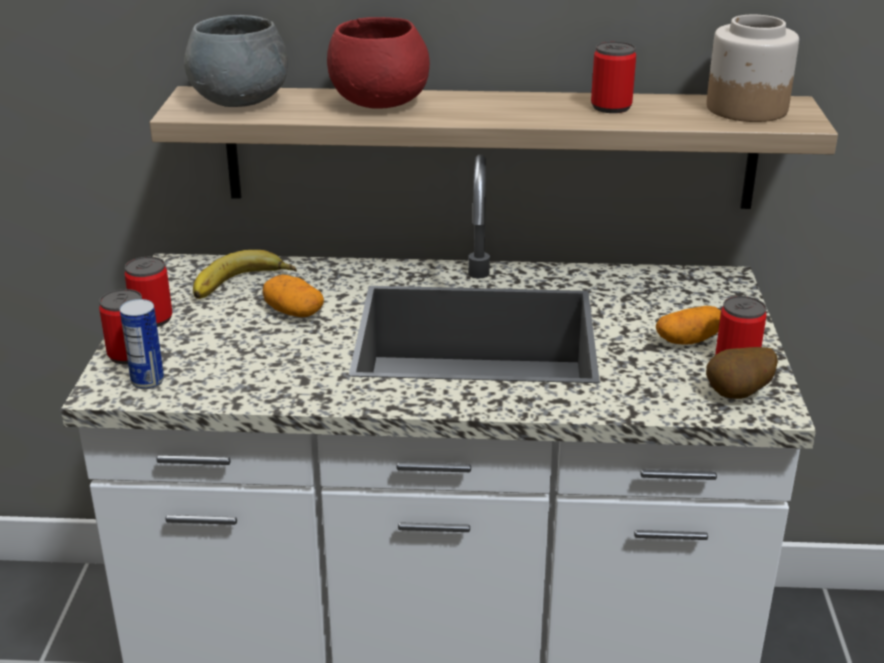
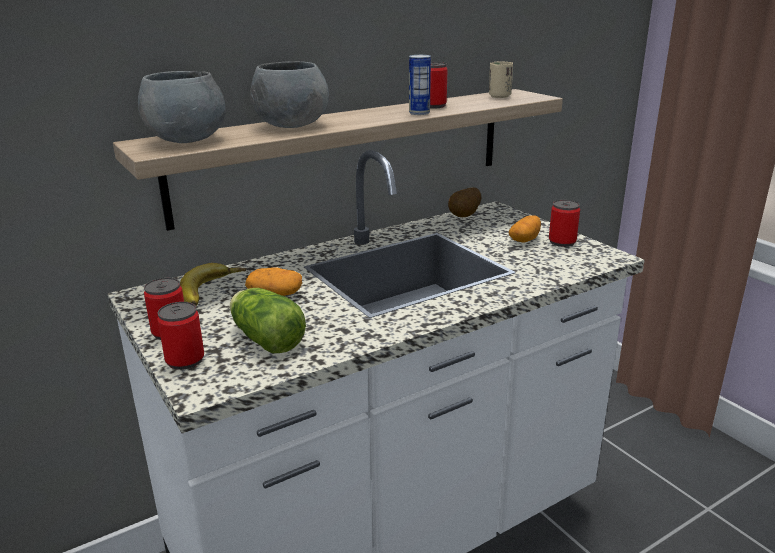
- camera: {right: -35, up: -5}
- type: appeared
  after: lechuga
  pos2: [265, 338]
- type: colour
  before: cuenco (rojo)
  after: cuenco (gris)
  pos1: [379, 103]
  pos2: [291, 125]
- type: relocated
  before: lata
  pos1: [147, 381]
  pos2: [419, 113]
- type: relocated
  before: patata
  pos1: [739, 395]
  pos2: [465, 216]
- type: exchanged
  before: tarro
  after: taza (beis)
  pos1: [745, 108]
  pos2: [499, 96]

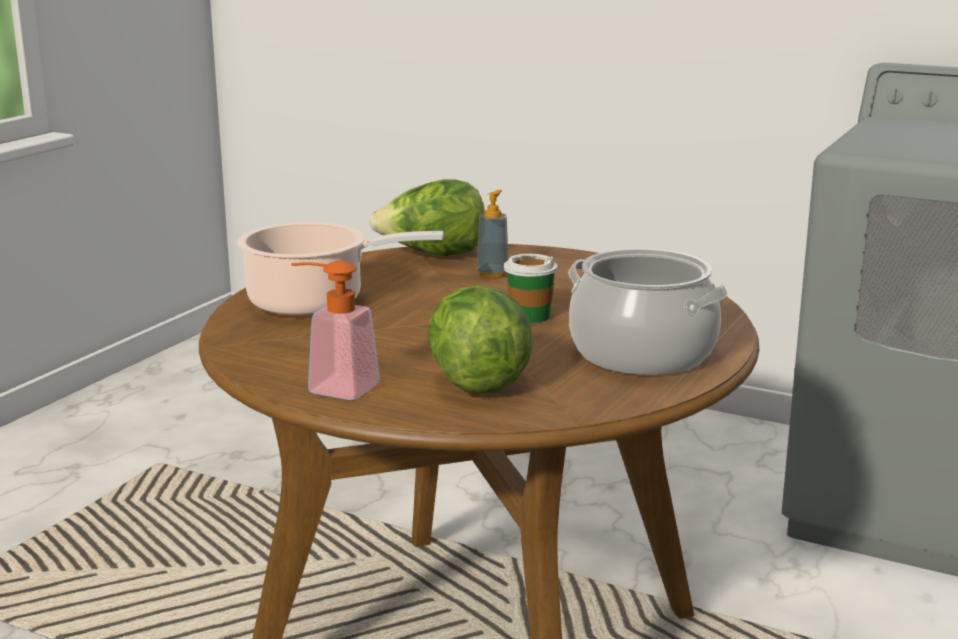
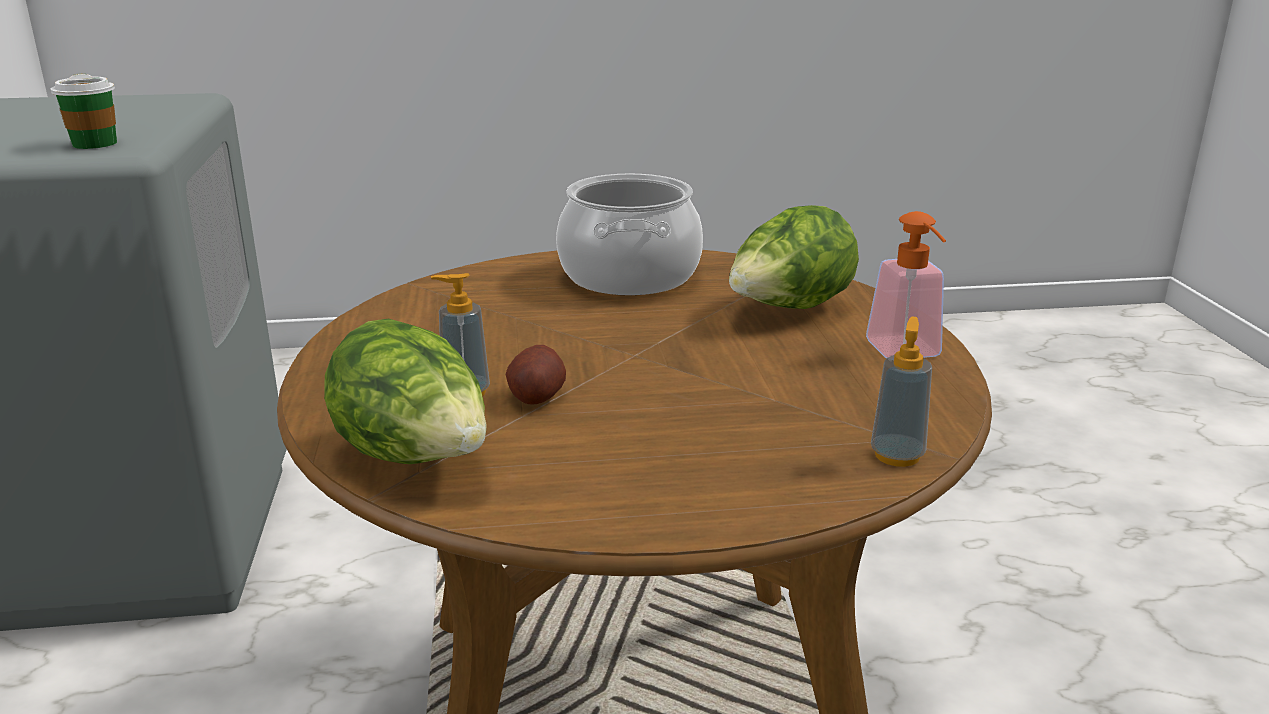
- camera: {right: -125, up: 5}
- type: relocated
  before: taza
  pos1: [529, 316]
  pos2: [94, 144]
- type: appeared
  after: patata
  pos2: [536, 396]
- type: appeared
  after: dispensador de jabón
  pos2: [897, 455]
- type: missing
  before: olla
  pos1: [314, 302]

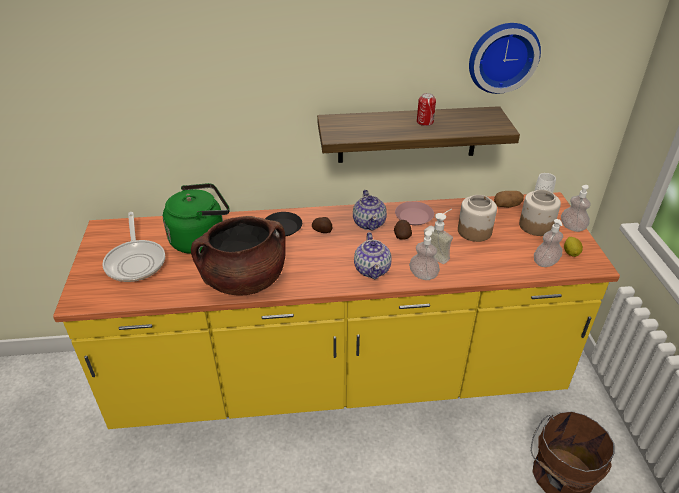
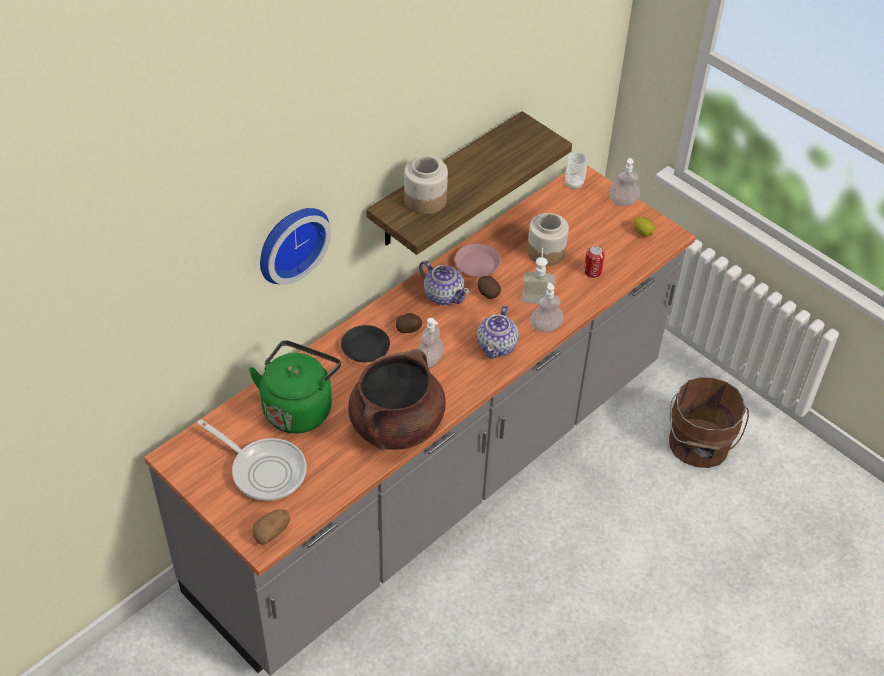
- camera: {right: -40, up: 10}
- type: colour
  before: mueble bajo de cocina (amarillo)
  after: mueble bajo de cocina (gris)
  pos1: [339, 378]
  pos2: [436, 477]
- type: relocated
  before: patata
  pos1: [507, 205]
  pos2: [272, 532]
- type: relocated
  before: reloj de pared
  pos1: [502, 56]
  pos2: [289, 242]
- type: relocated
  before: tarro
  pos1: [535, 226]
  pos2: [424, 200]
- type: relocated
  before: dispensador de jabón
  pos1: [545, 262]
  pos2: [429, 360]
- type: spun
  before: tetera
  pos1: [372, 269]
  pos2: [497, 346]
  turn: 60
- type: relocated
  before: lata
  pos1: [425, 122]
  pos2: [592, 271]

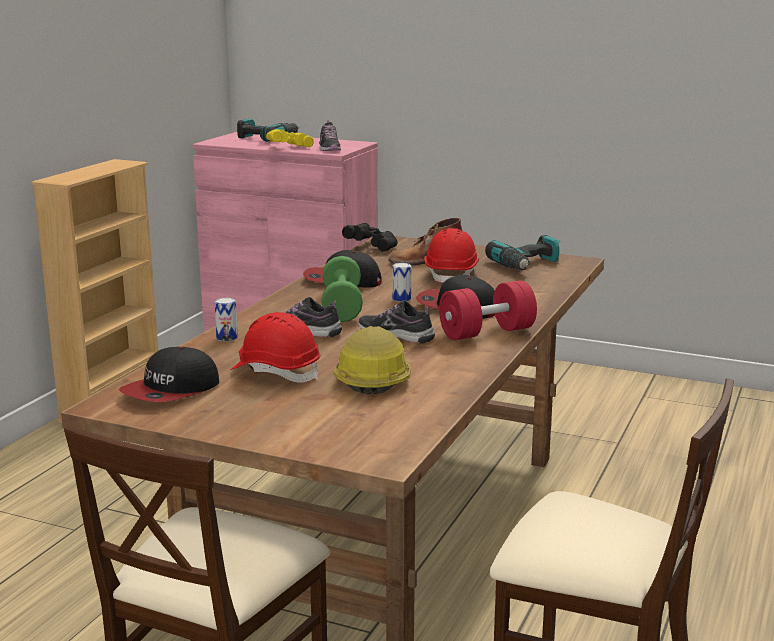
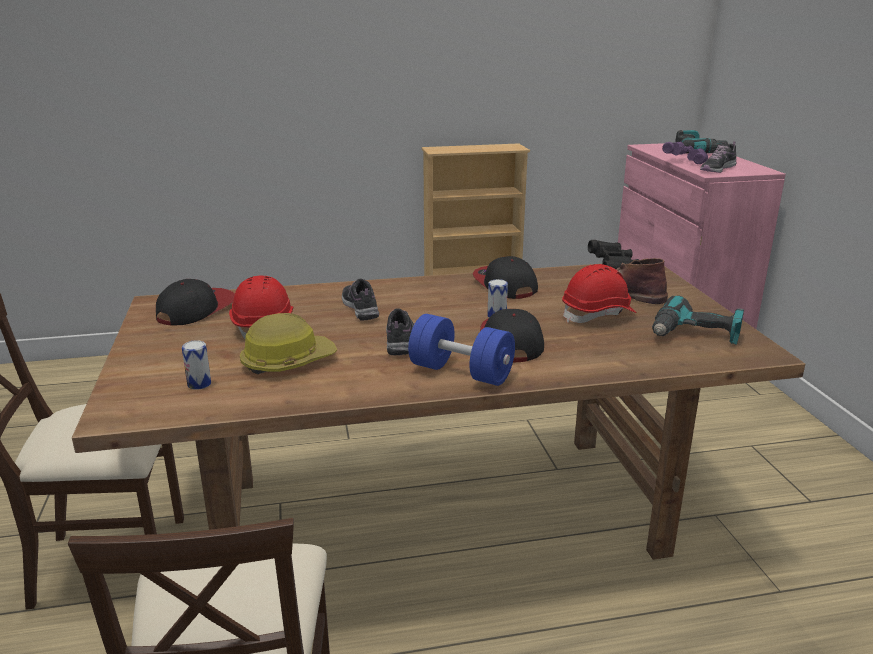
- camera: {right: 55, up: 5}
- type: spun
  before: gorra
  pos1: [171, 390]
  pos2: [196, 309]
  turn: 120
- type: relocated
  before: lata
  pos1: [227, 338]
  pos2: [199, 384]
- type: colour
  before: mancuerna (rojo)
  after: mancuerna (azul)
  pos1: [487, 332]
  pos2: [461, 372]
- type: colour
  before: prismáticos (amarillo)
  after: prismáticos (morado)
  pos1: [288, 147]
  pos2: [685, 161]
- type: missing
  before: mancuerna (verde)
  pos1: [342, 306]

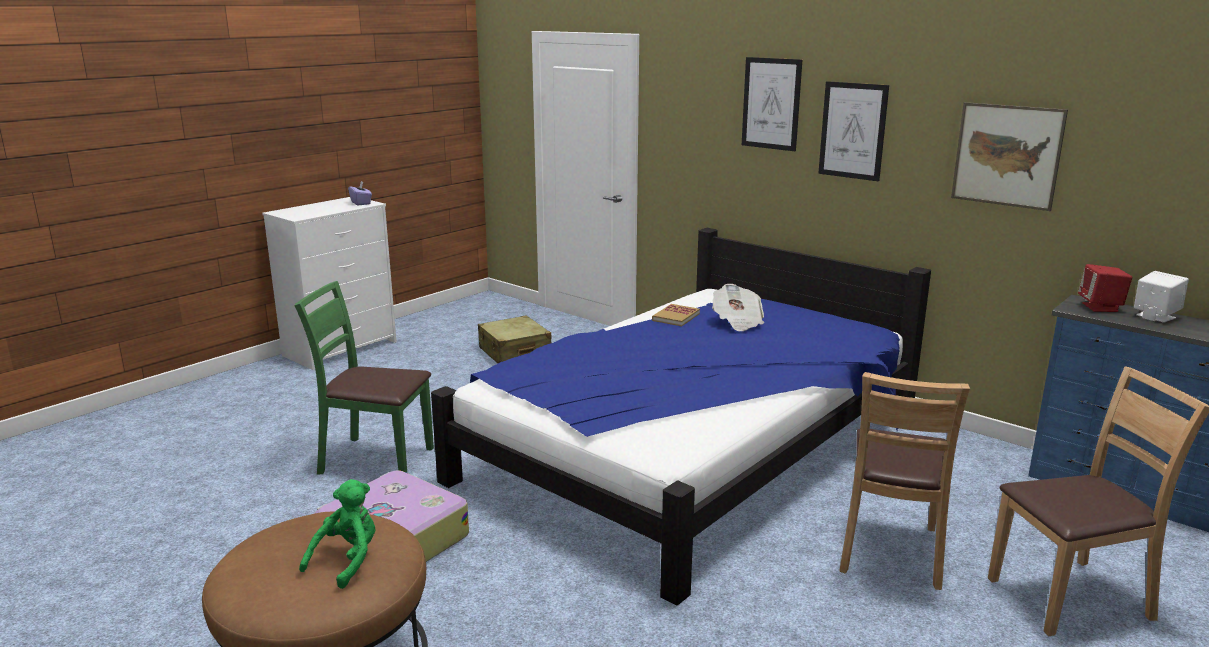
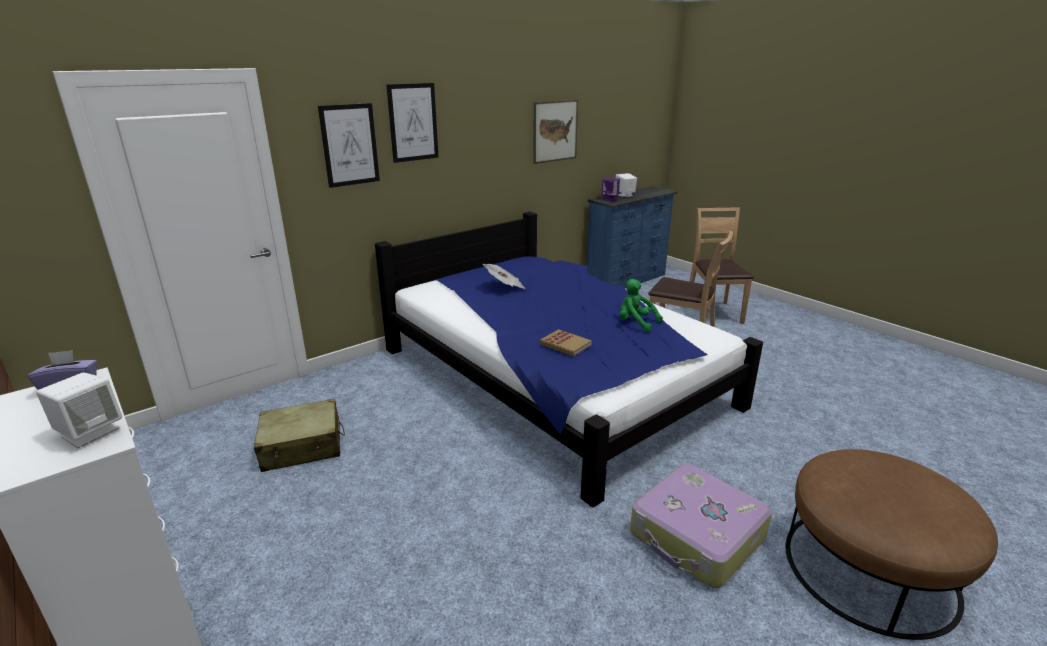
- camera: {right: -80, up: 5}
- type: appeared
  after: altavoz (blanco)
  pos2: [90, 432]
- type: relocated
  before: cuadro
  pos1: [853, 131]
  pos2: [350, 145]
- type: relocated
  before: libro
  pos1: [676, 317]
  pos2: [565, 344]
- type: colour
  before: altavoz (rojo)
  after: altavoz (morado)
  pos1: [1100, 307]
  pos2: [610, 198]
- type: relocated
  before: peluche (verde)
  pos1: [347, 561]
  pos2: [636, 323]
- type: missing
  before: silla (verde)
  pos1: [375, 460]

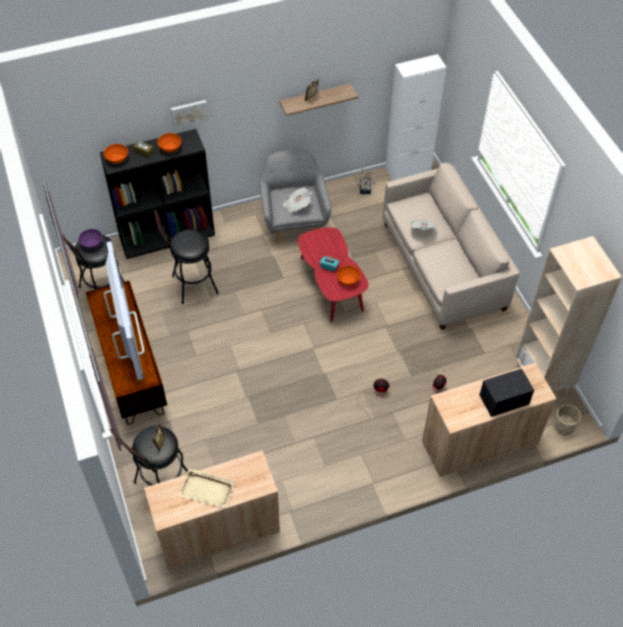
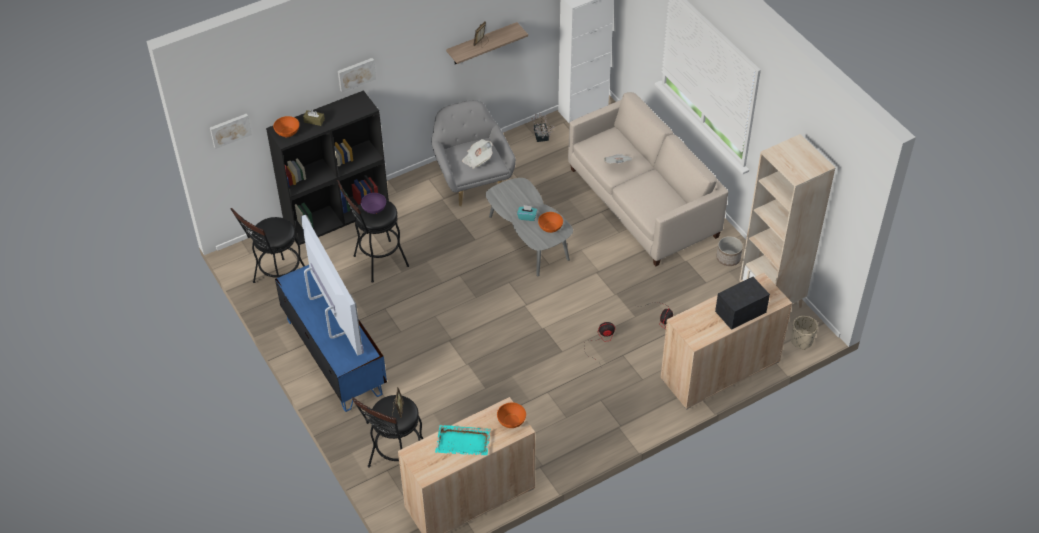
- camera: {right: -10, up: -5}
- type: appeared
  after: cuadro
  pos2: [230, 130]
- type: colour
  before: mueble de televisión (marrón)
  after: mueble de televisión (azul)
  pos1: [131, 369]
  pos2: [334, 356]
- type: relocated
  before: cuenco (morado)
  pos1: [92, 244]
  pos2: [374, 208]
- type: colour
  before: bandeja (beis)
  after: bandeja (turquesa)
  pos1: [207, 489]
  pos2: [463, 442]
- type: colour
  before: mesa de centro (rojo)
  after: mesa de centro (gris)
  pos1: [331, 285]
  pos2: [528, 239]
- type: relocated
  before: cuenco (naranja)
  pos1: [170, 148]
  pos2: [511, 420]
- type: appeared
  after: maceta
  pos2: [728, 258]

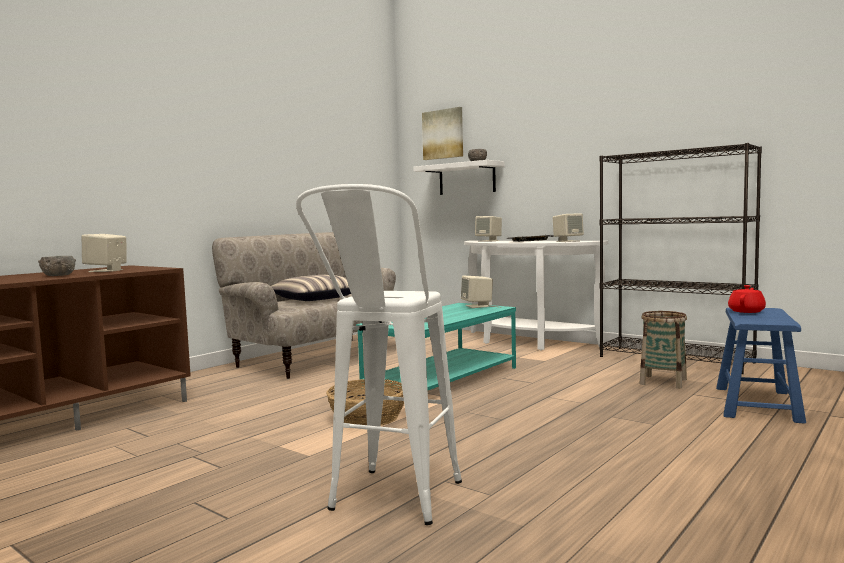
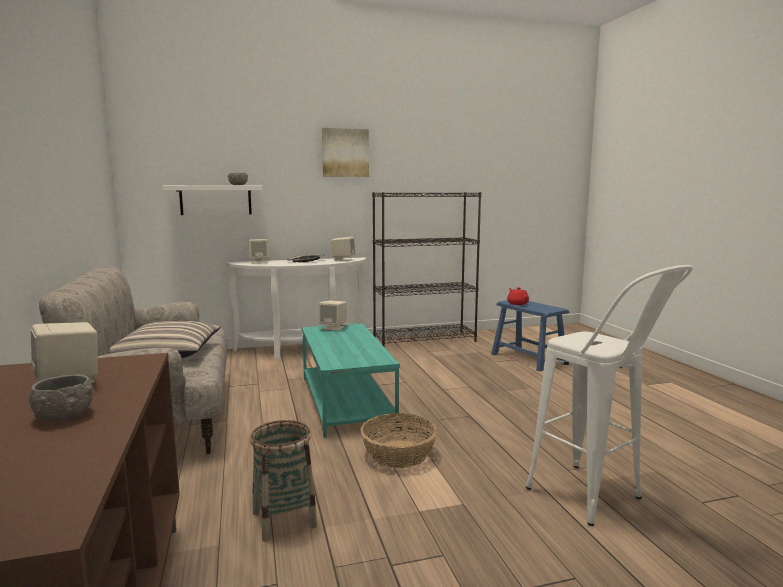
- camera: {right: -55, up: 5}
- type: relocated
  before: cesta
  pos1: [663, 382]
  pos2: [284, 519]
- type: relocated
  before: cuadro
  pos1: [443, 134]
  pos2: [345, 153]

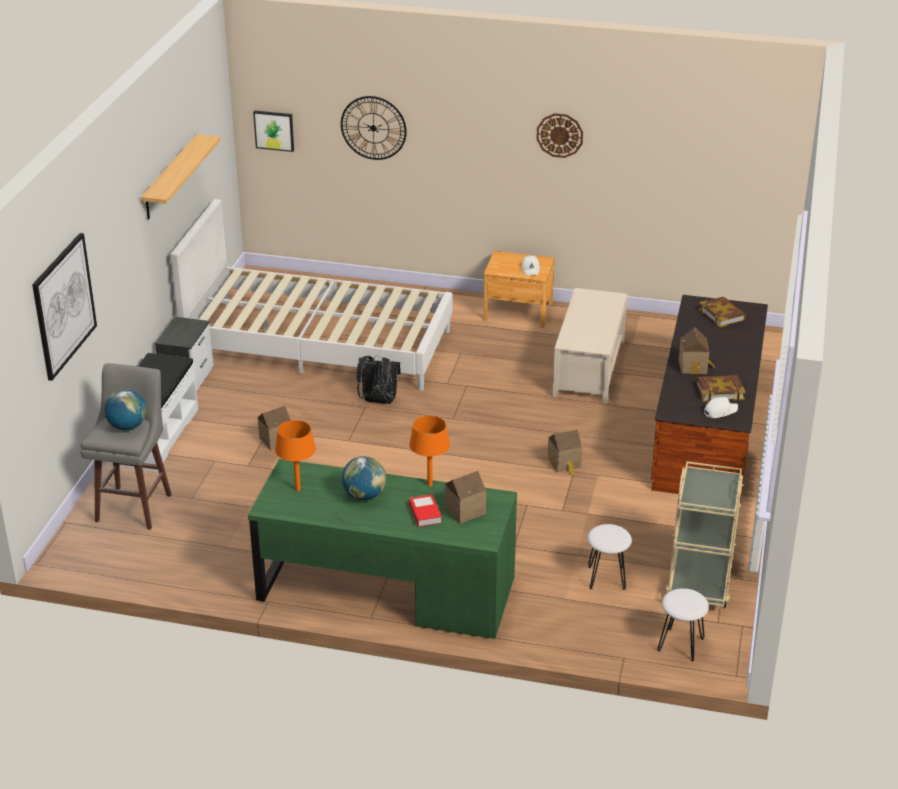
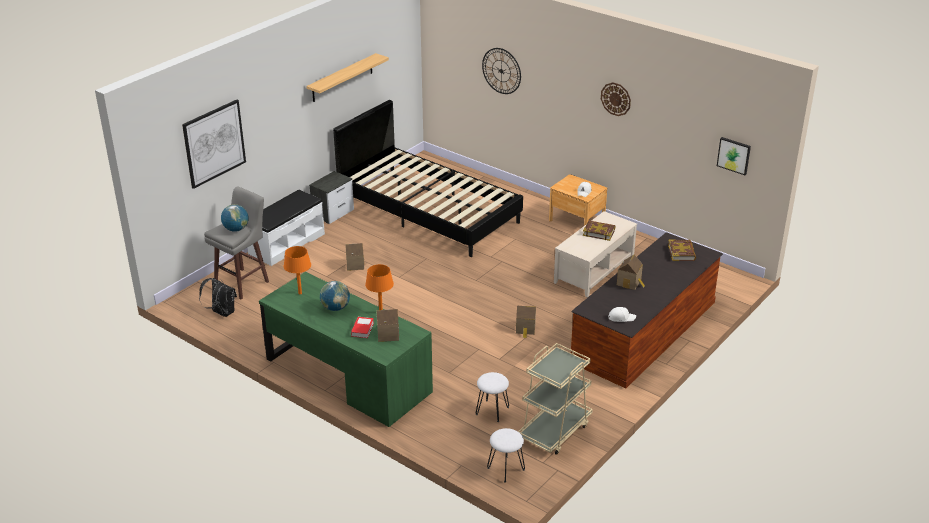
- camera: {right: 25, up: 0}
- type: relocated
  before: mochila (negro)
  pos1: [378, 401]
  pos2: [222, 313]
- type: colour
  before: cama (blanco)
  after: cama (negro)
  pos1: [318, 345]
  pos2: [428, 211]
- type: relocated
  before: libro
  pos1: [719, 391]
  pos2: [599, 232]
- type: relocated
  before: cuadro
  pos1: [274, 130]
  pos2: [734, 155]

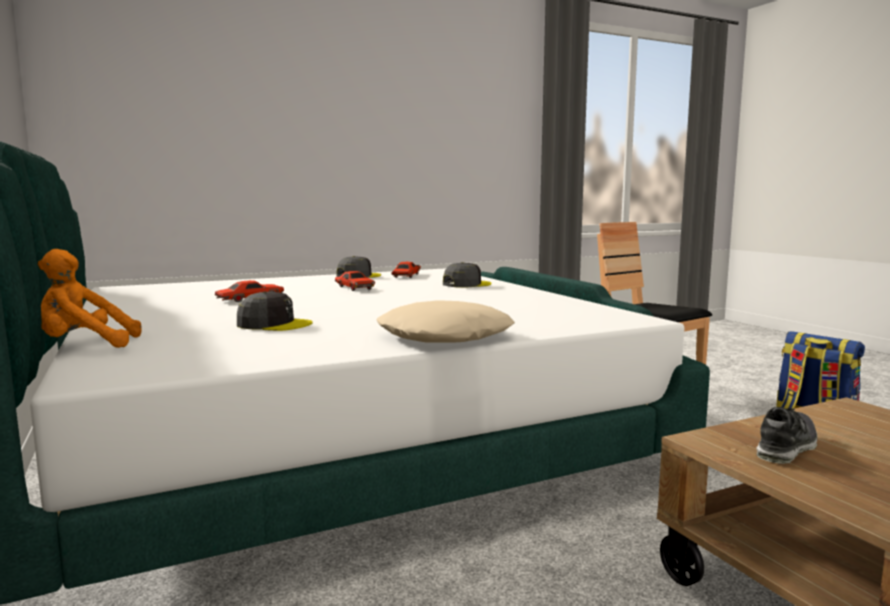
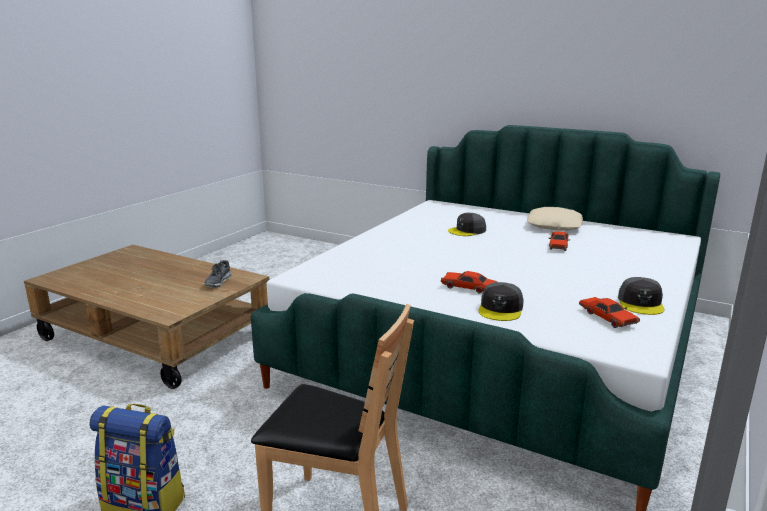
- camera: {right: 145, up: 10}
- type: relocated
  before: coche de juguete (rojo)
  pos1: [354, 288]
  pos2: [468, 288]
- type: relocated
  before: cojín (beis)
  pos1: [444, 336]
  pos2: [554, 225]
- type: missing
  before: peluche (naranja)
  pos1: [84, 346]

